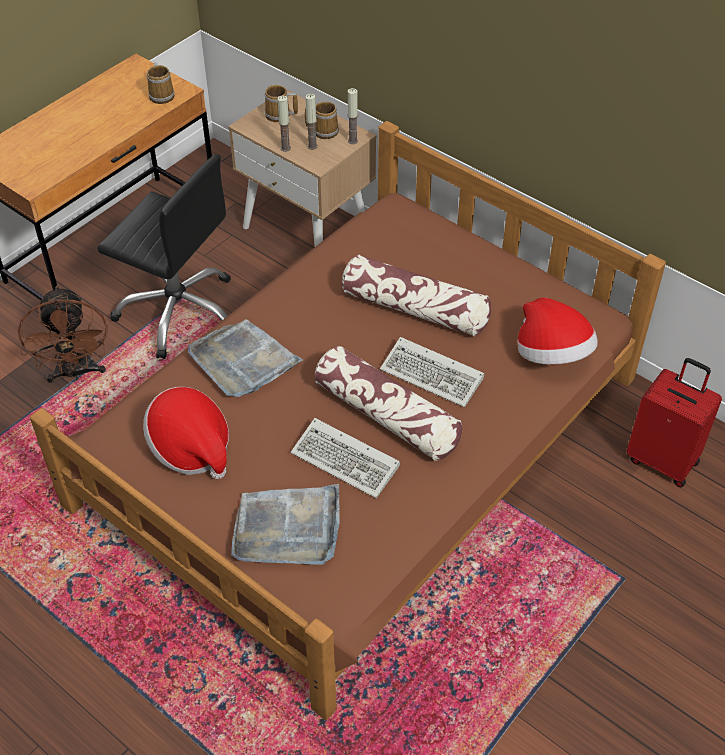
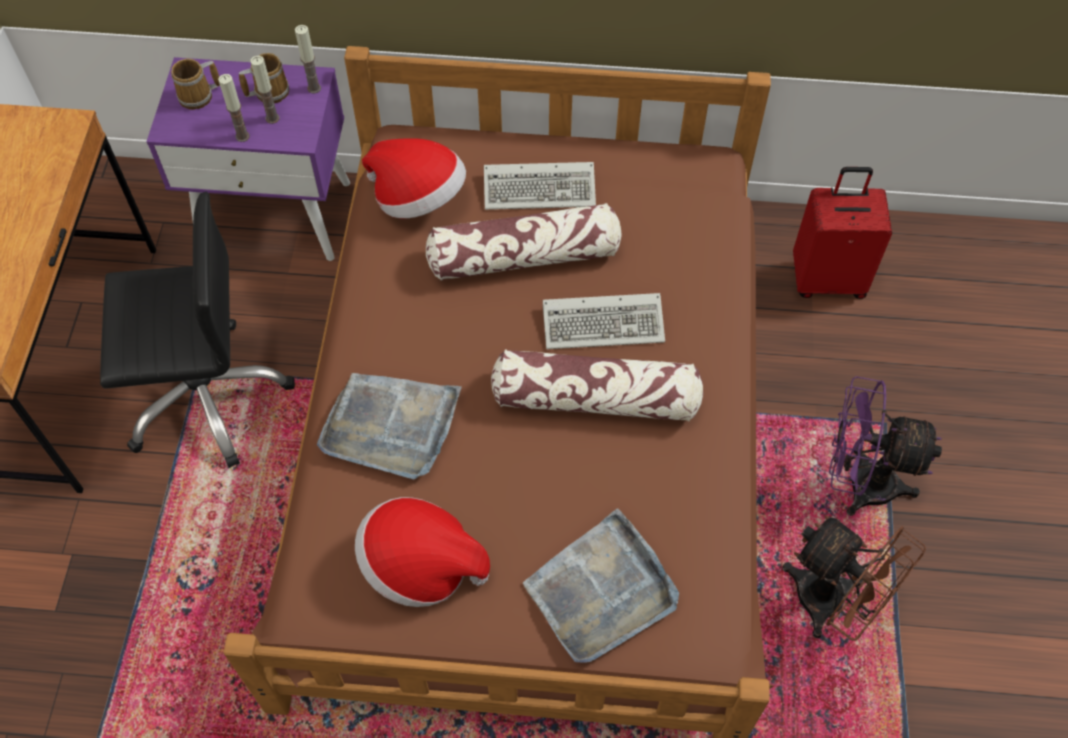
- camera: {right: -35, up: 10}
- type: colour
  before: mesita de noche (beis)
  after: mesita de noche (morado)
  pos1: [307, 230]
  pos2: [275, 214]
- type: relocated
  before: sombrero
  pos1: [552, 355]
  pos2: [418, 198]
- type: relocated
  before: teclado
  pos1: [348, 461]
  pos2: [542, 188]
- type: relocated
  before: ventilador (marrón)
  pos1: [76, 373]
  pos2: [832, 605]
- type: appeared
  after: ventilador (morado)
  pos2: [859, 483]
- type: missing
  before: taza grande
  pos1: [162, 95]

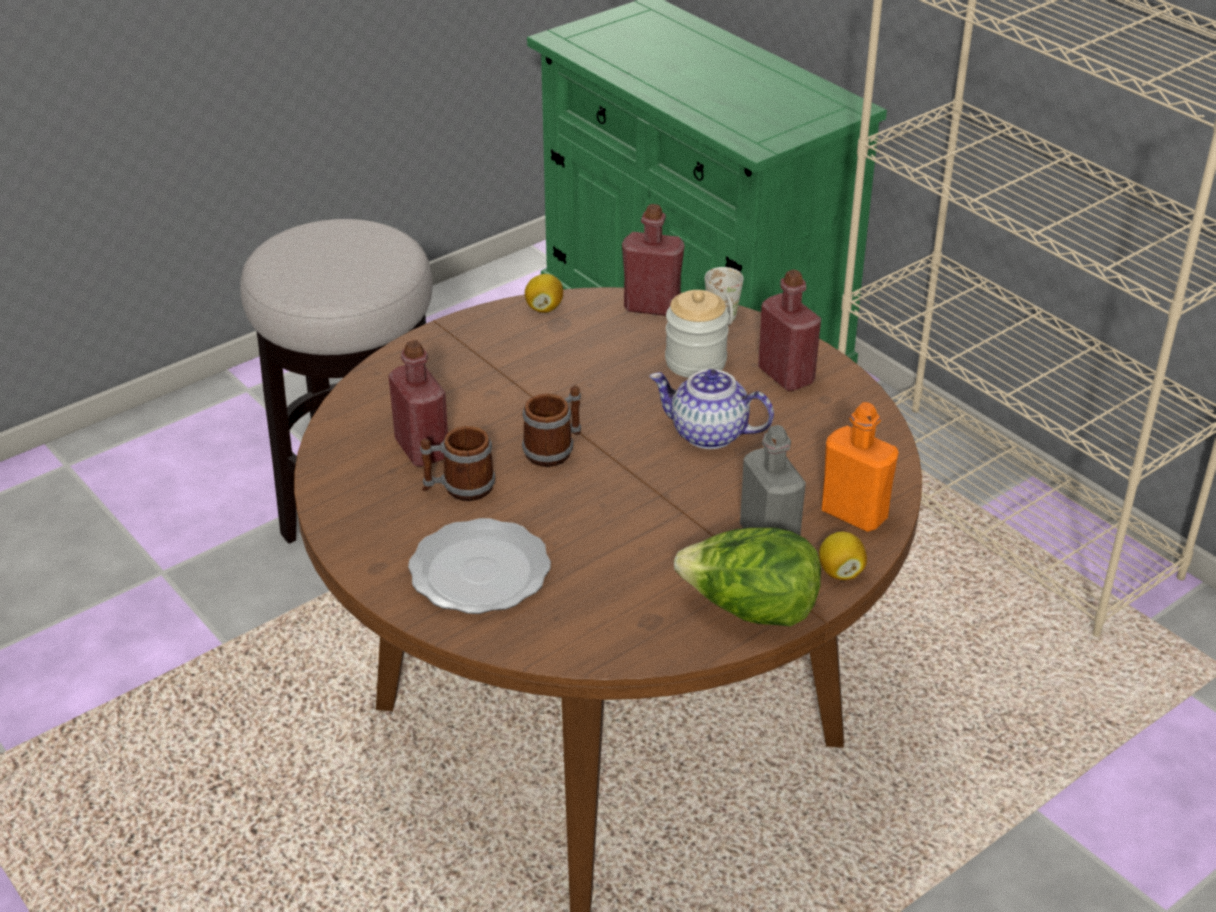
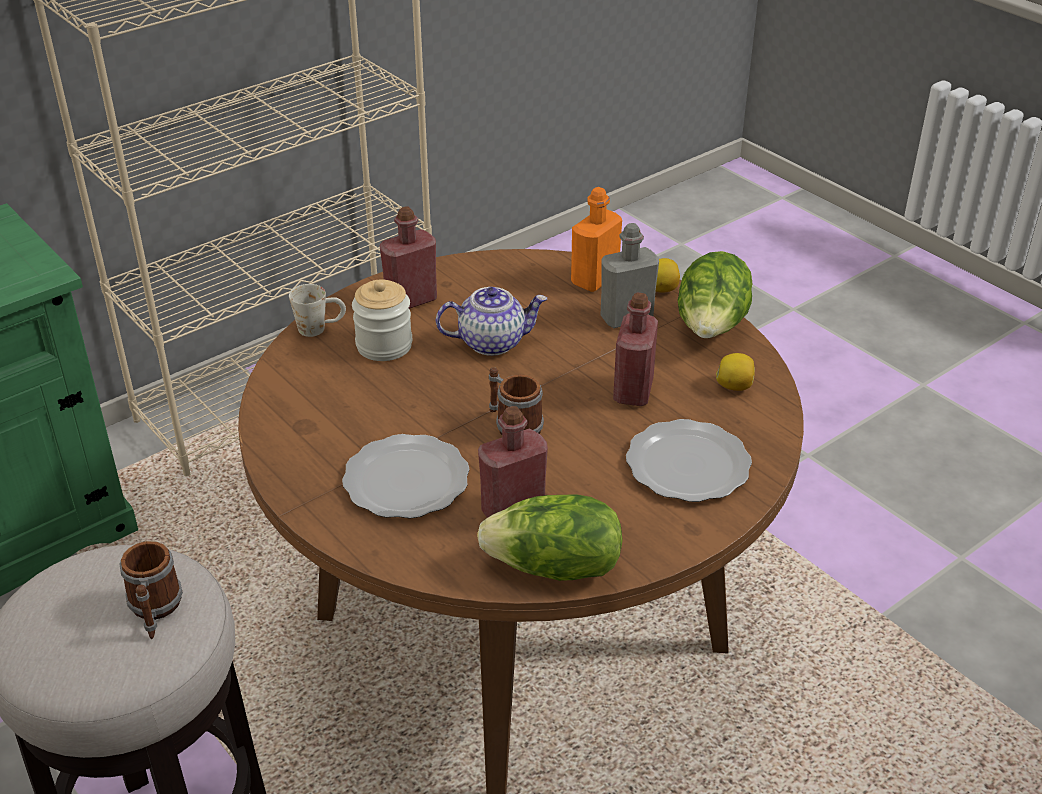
- camera: {right: -90, up: 0}
- type: relocated
  before: taza grande
  pos1: [459, 488]
  pos2: [155, 610]
- type: appeared
  after: plato
  pos2: [406, 479]
- type: spun
  before: tetera
  pos1: [708, 434]
  pos2: [492, 342]
  turn: -120
- type: appeared
  after: lechuga
  pos2: [554, 568]
- type: relocated
  before: botella (rojo)
  pos1: [652, 306]
  pos2: [633, 391]
- type: relocated
  before: limón
  pos1: [544, 308]
  pos2: [734, 386]

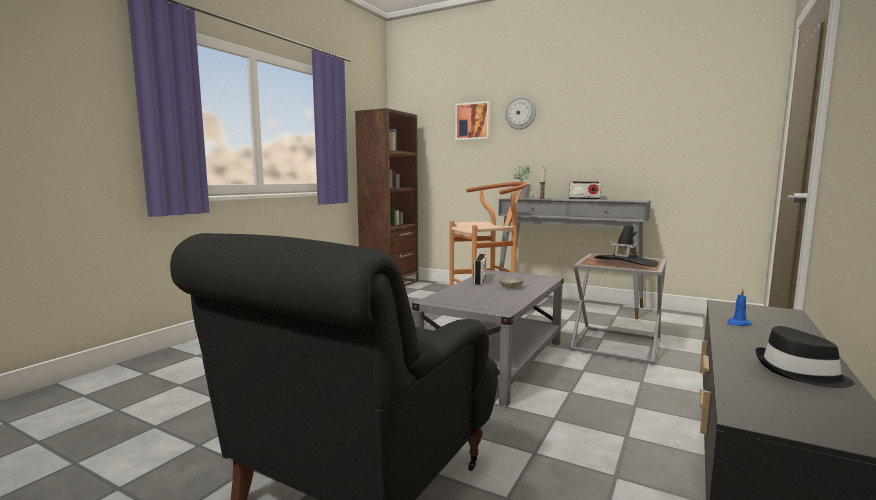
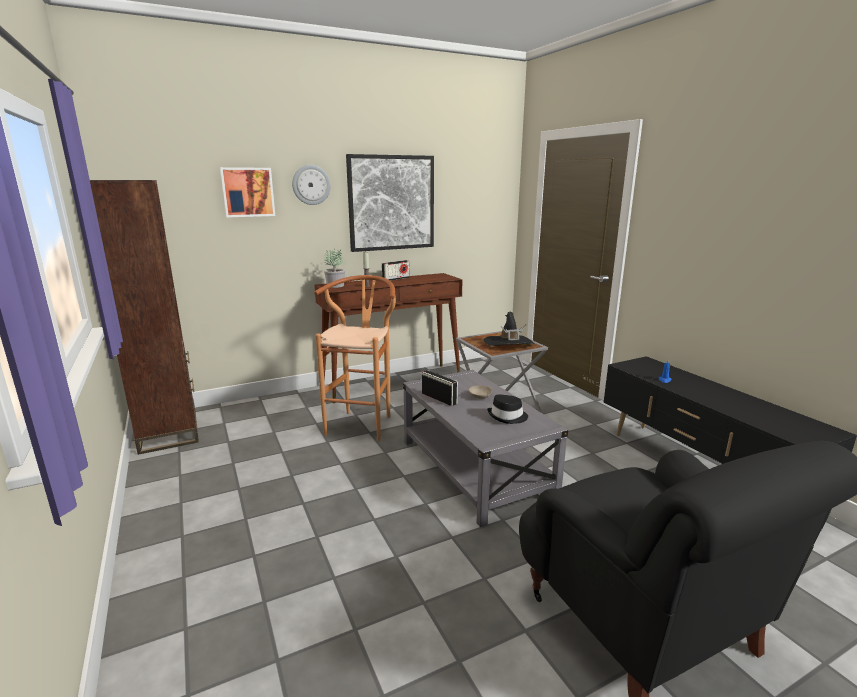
- camera: {right: -55, up: 10}
- type: colour
  before: mesa consola (gris)
  after: mesa consola (marrón)
  pos1: [568, 303]
  pos2: [393, 382]
- type: appeared
  after: cuadro
  pos2: [391, 203]
- type: relocated
  before: sombrero (negro)
  pos1: [800, 372]
  pos2: [507, 417]

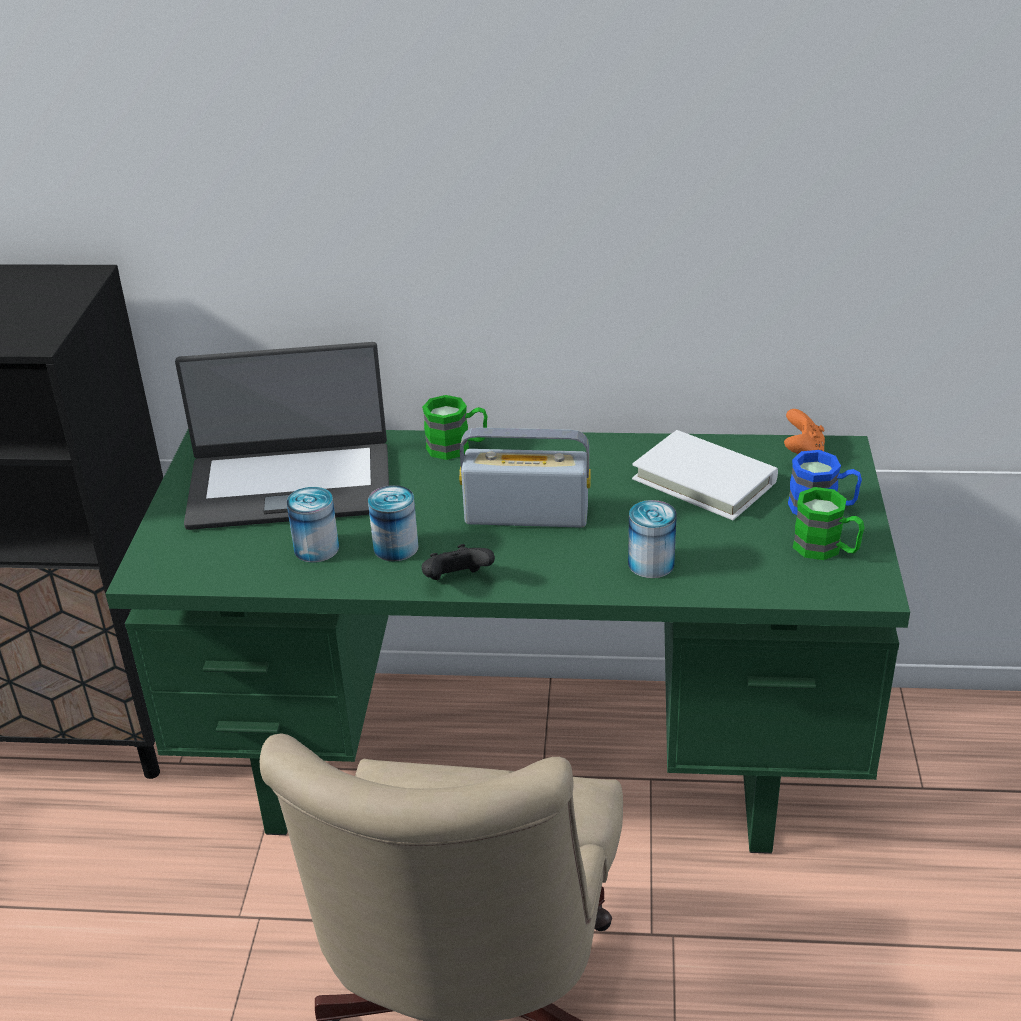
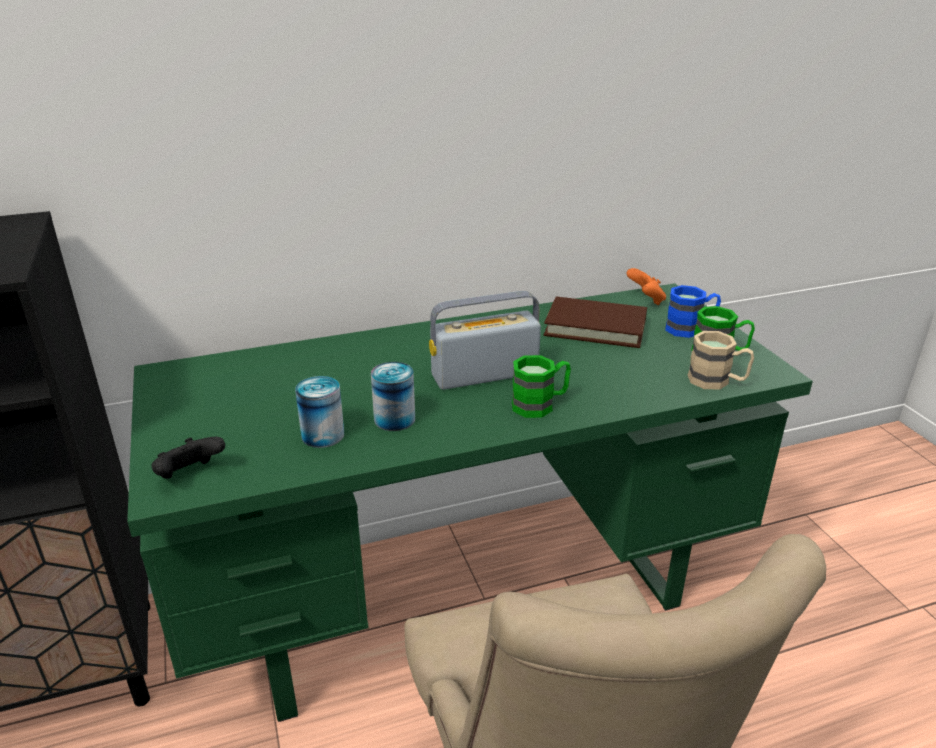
- camera: {right: -25, up: -5}
- type: relocated
  before: mando de consola (negro)
  pos1: [457, 581]
  pos2: [190, 475]
- type: relocated
  before: taza grande (verde)
  pos1: [457, 447]
  pos2: [540, 404]
- type: colour
  before: libro (blanco)
  after: libro (marrón)
  pos1: [704, 480]
  pos2: [595, 327]
- type: appeared
  after: taza grande (beis)
  pos2: [717, 381]
- type: missing
  before: portátil
  pos1: [290, 485]
- type: missing
  before: lata
  pos1: [651, 563]

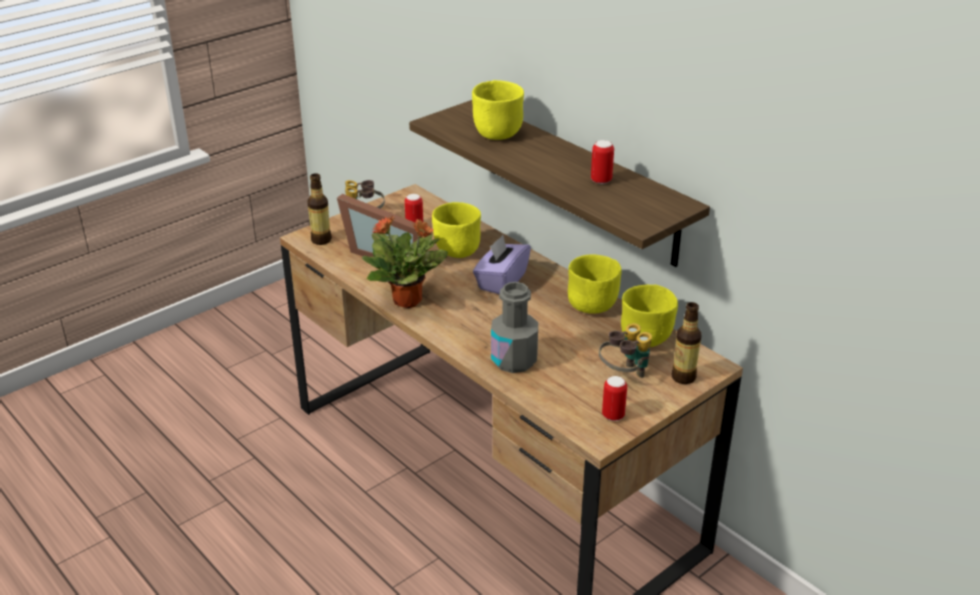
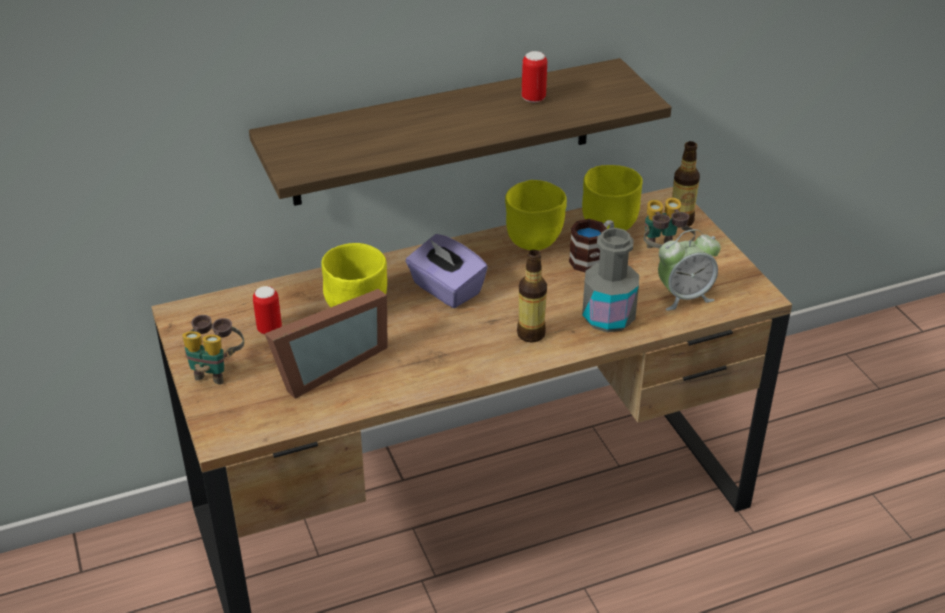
- camera: {right: -70, up: 5}
- type: relocated
  before: botella
  pos1: [321, 240]
  pos2: [531, 334]
- type: appeared
  after: taza grande
  pos2: [592, 258]
- type: appeared
  after: despertador
  pos2: [684, 296]
- type: missing
  before: planta en maceta
  pos1: [408, 301]
- type: missing
  before: cuenco (amarillo)
  pos1: [496, 134]
- type: missing
  before: lata
  pos1: [613, 415]

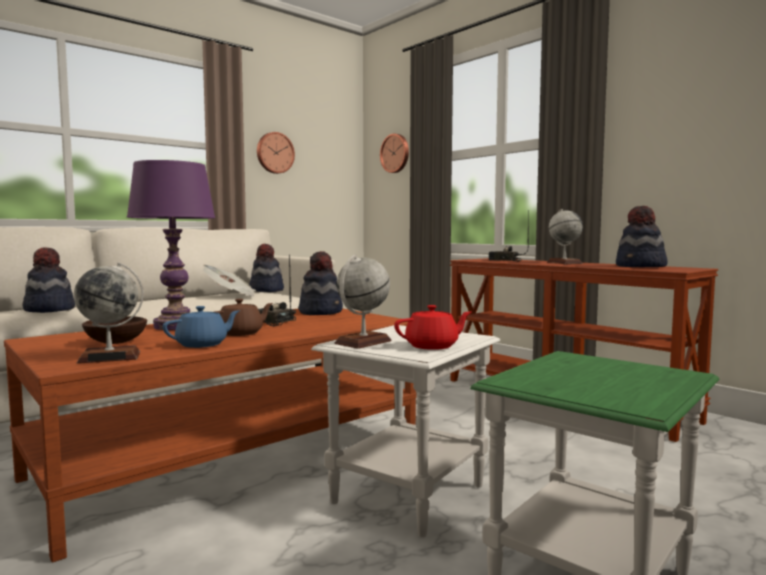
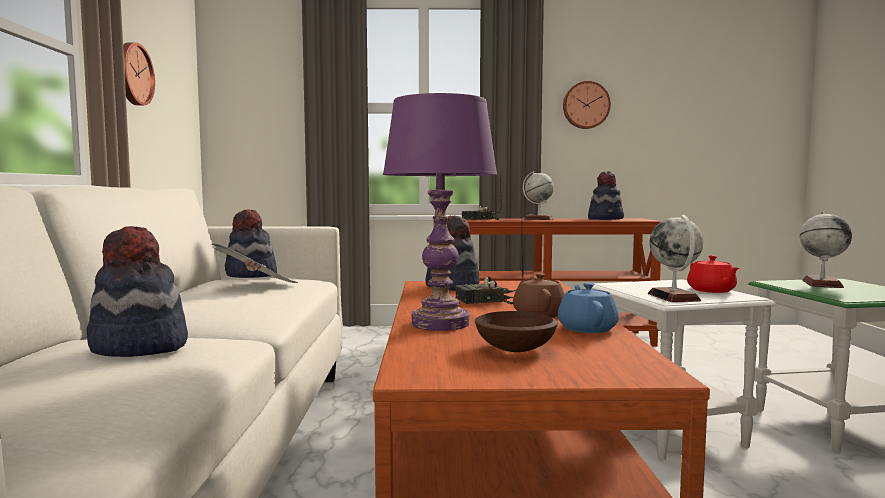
- camera: {right: -50, up: 0}
- type: relocated
  before: reloj de pared
  pos1: [395, 153]
  pos2: [585, 105]
- type: spun
  before: tetera (rojo)
  pos1: [433, 346]
  pos2: [711, 291]
  turn: 150
- type: relocated
  before: globo terráqueo
  pos1: [110, 357]
  pos2: [822, 284]

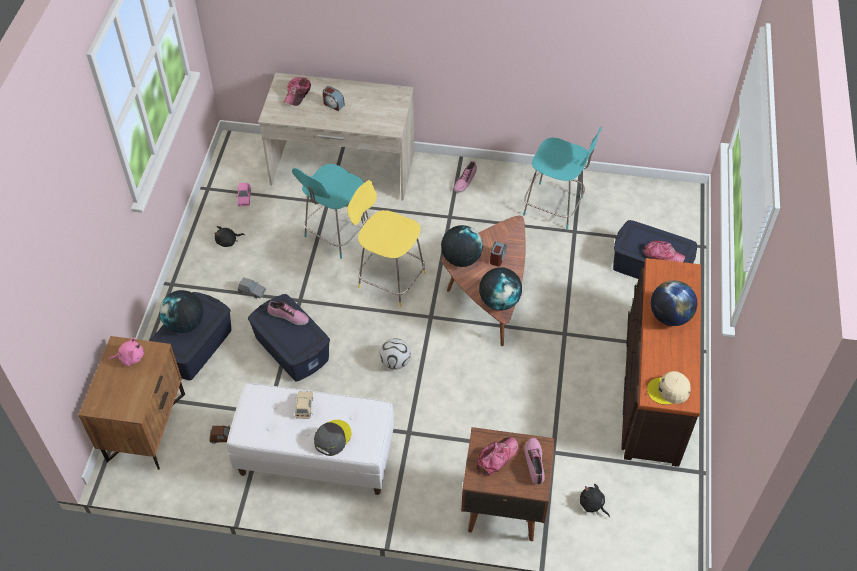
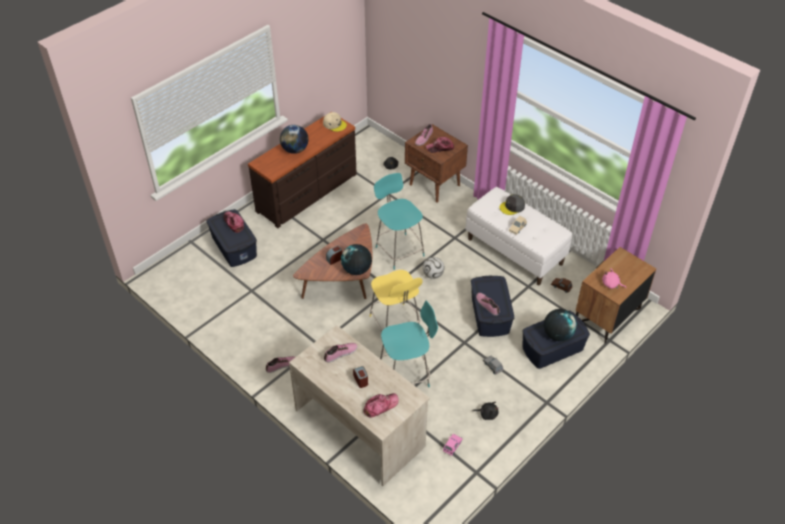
- camera: {right: -145, up: -5}
- type: appeared
  after: zapato
  pos2: [341, 354]
- type: relocated
  before: taburete (turquesa)
  pos1: [555, 207]
  pos2: [399, 250]
- type: missing
  before: globo terráqueo
  pos1: [499, 301]

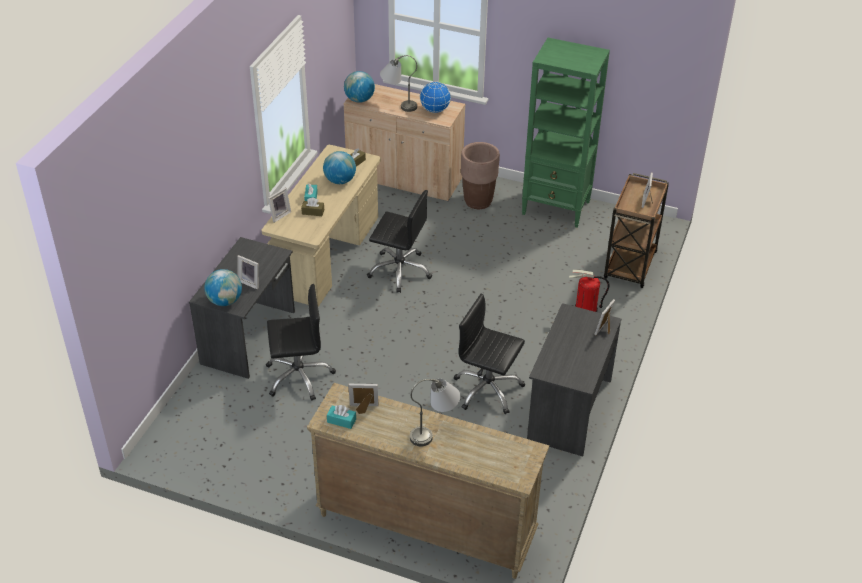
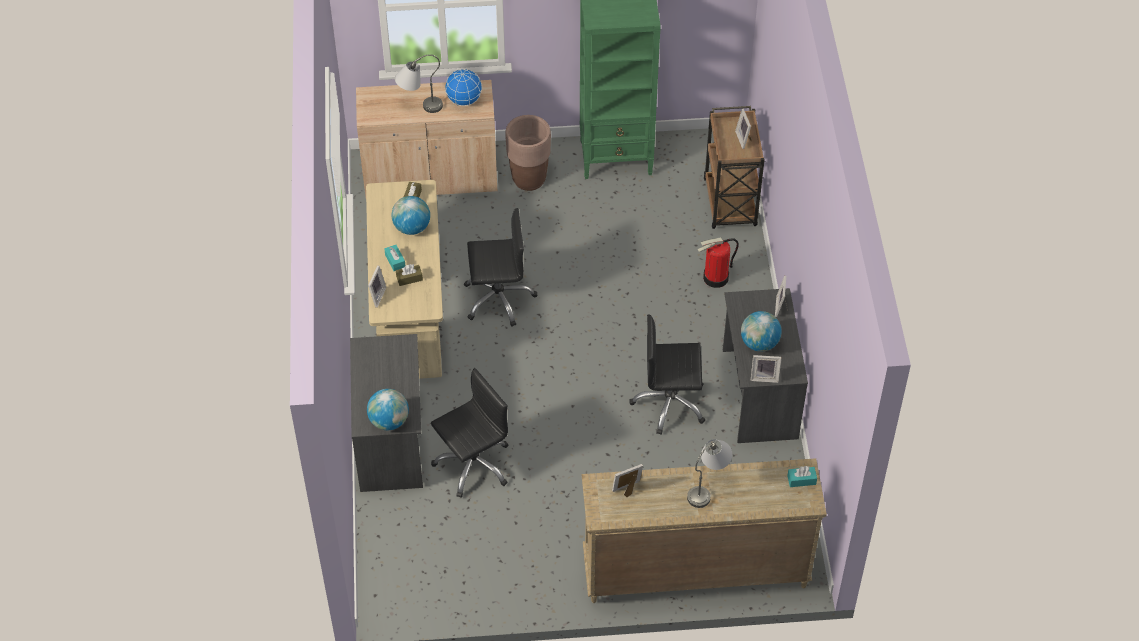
- camera: {right: -25, up: 10}
- type: relocated
  before: globo terráqueo
  pos1: [359, 100]
  pos2: [759, 343]
- type: relocated
  before: portarretratos
  pos1: [250, 282]
  pos2: [764, 376]
- type: relocated
  before: caja de pañuelos (turquesa)
  pos1: [341, 421]
  pos2: [801, 480]

